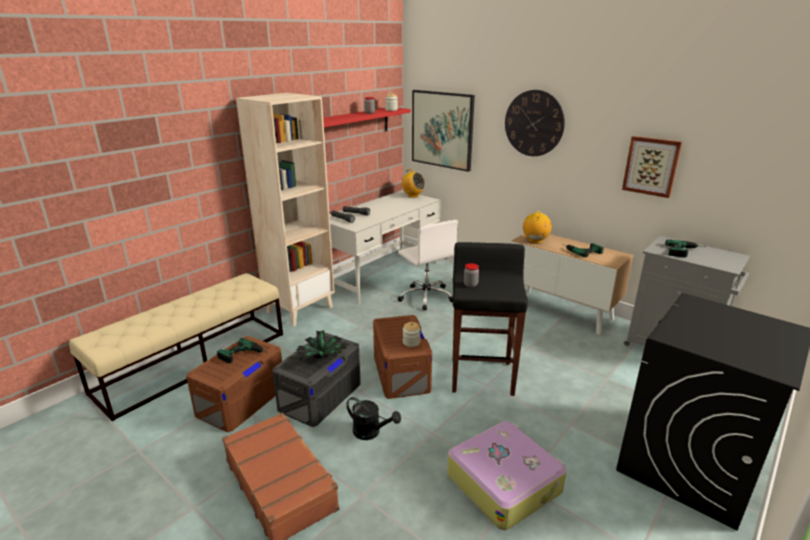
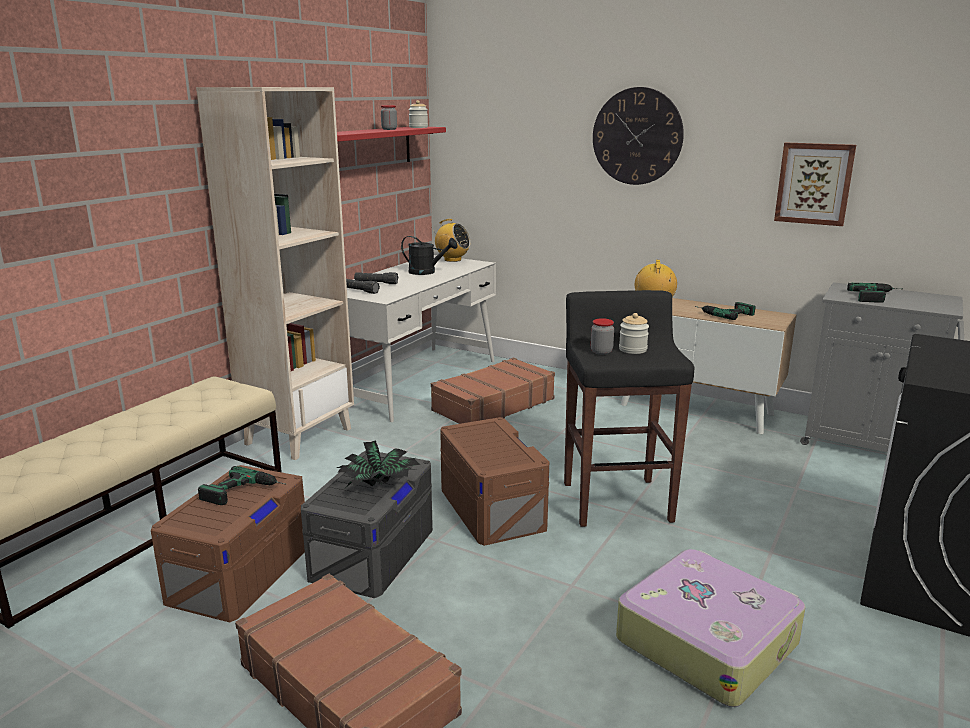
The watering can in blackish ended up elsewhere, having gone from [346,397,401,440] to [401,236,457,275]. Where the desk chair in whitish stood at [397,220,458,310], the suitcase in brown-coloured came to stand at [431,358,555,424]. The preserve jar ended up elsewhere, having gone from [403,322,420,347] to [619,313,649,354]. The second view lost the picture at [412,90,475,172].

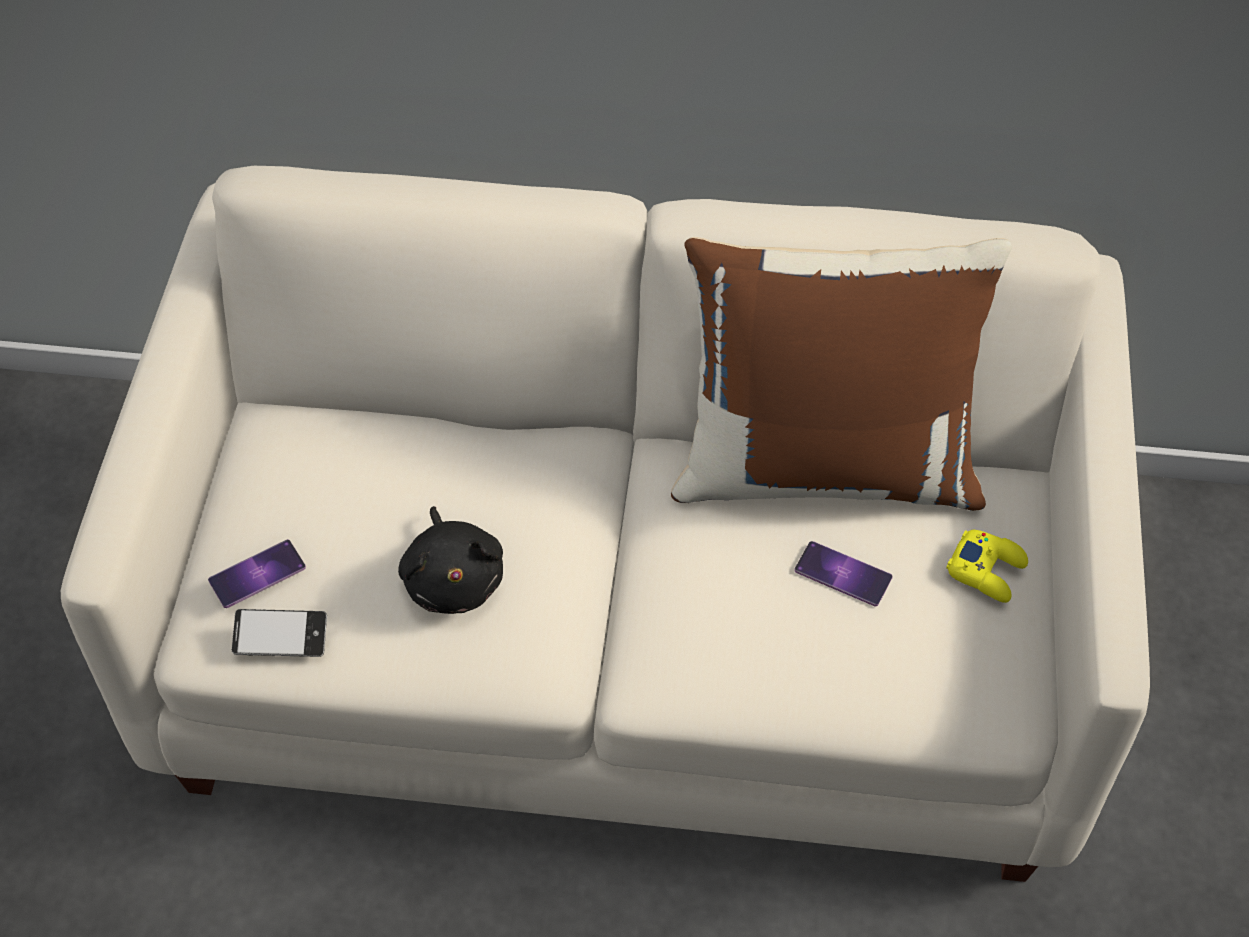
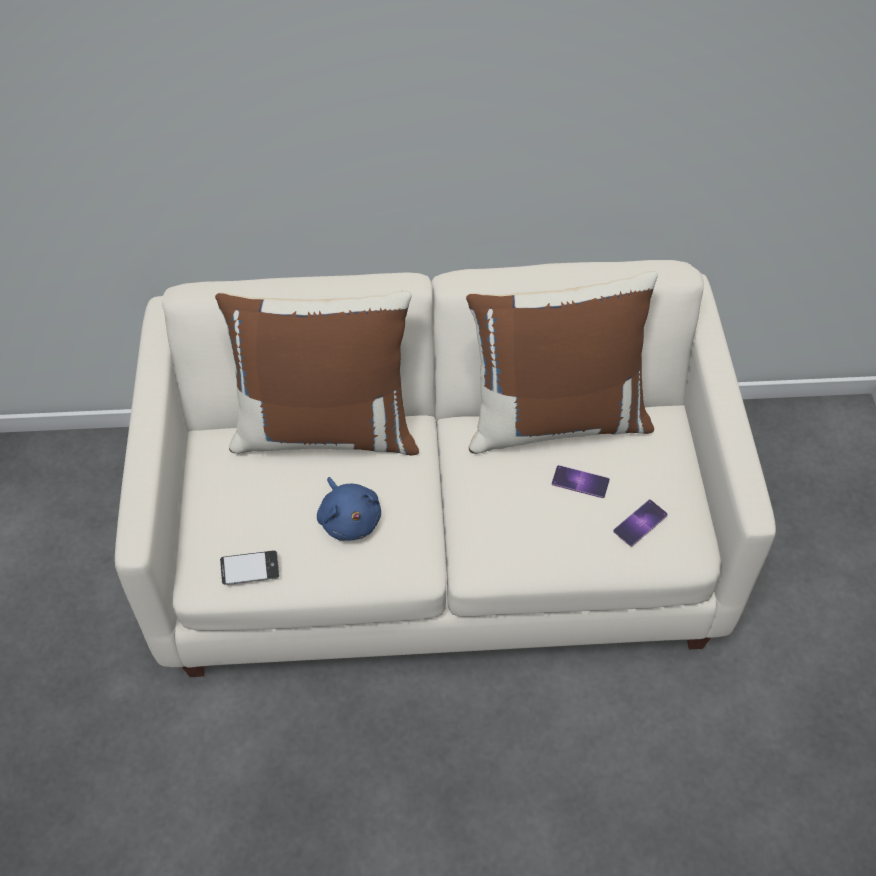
The second view gained the throw pillow in brown-coloured at [215,291,419,456]. What was the cuddly toy in blackish at [398,506,503,614] turned into the cuddly toy in blue at [317,477,381,541]. The phone ended up elsewhere, having gone from [208,539,306,608] to [613,499,668,547]. The second view lost the game controller in yellowish at [946,530,1028,603].

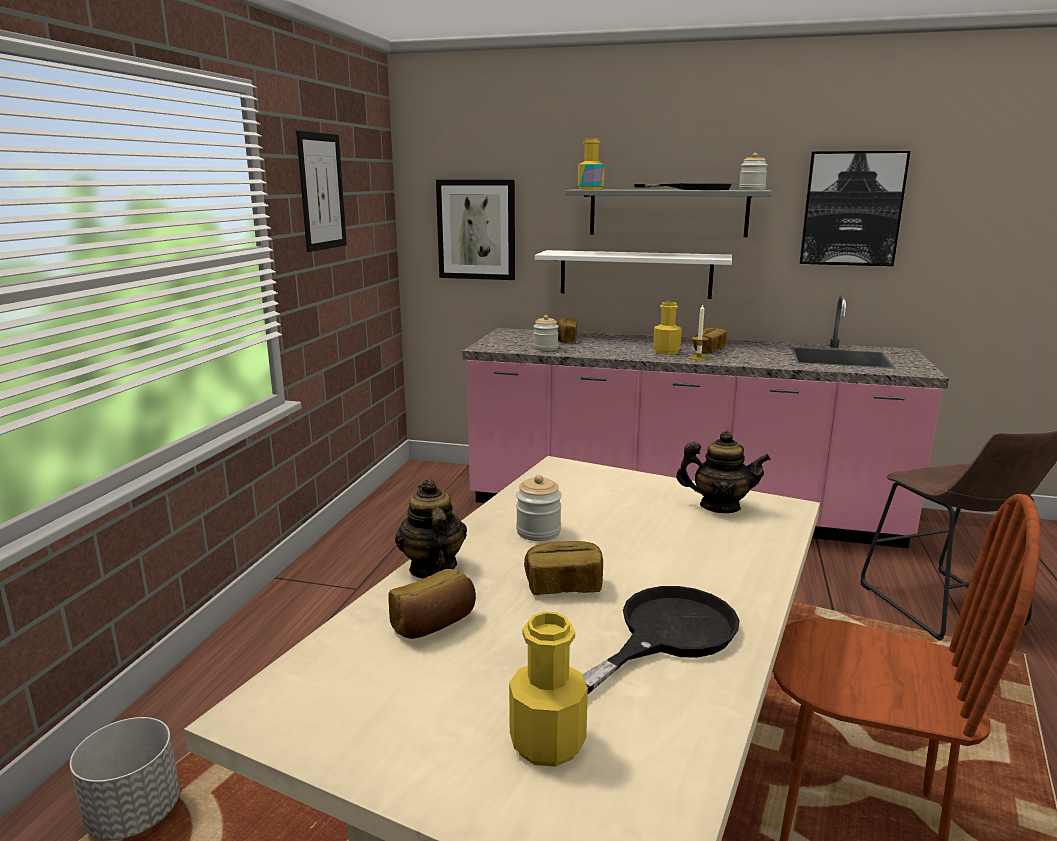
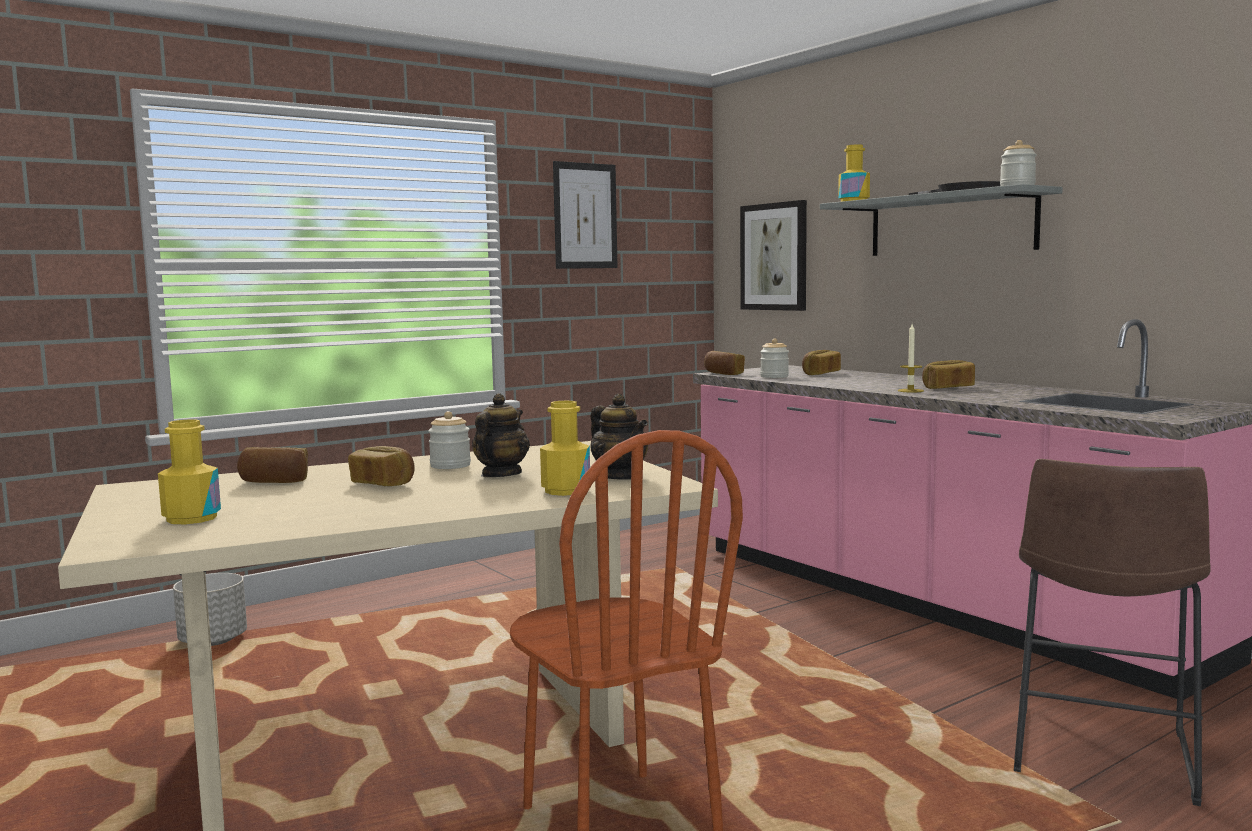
The pot for tea ended up elsewhere, having gone from [395,479,467,579] to [472,393,530,477]. The drink bottle in yellowish ended up elsewhere, having gone from [653,302,682,354] to [540,401,590,496]. The second view gained the bakery bread at [704,351,745,375]. The second view lost the bracket shelf in whitish at [535,250,732,299]. The second view lost the pan in blackish at [582,586,740,694]. The second view lost the picture at [800,151,910,266].

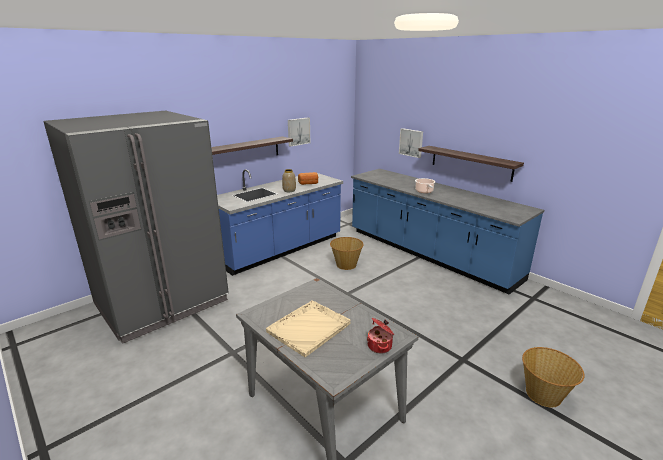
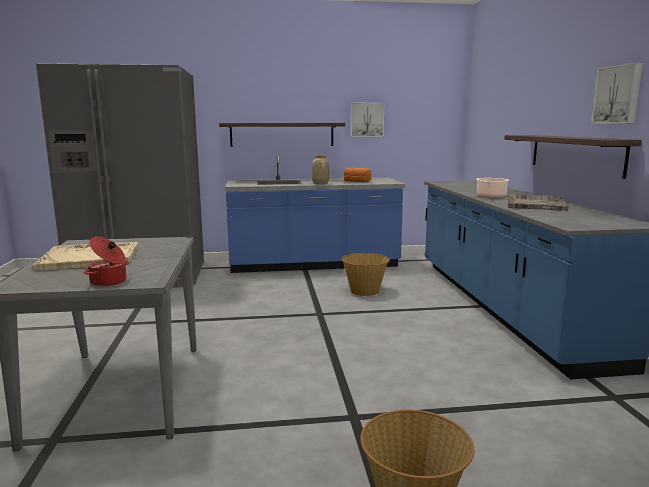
The second view gained the tray in greyish at [508,194,569,211]. The picture ended up elsewhere, having gone from [399,128,423,158] to [591,62,643,124].

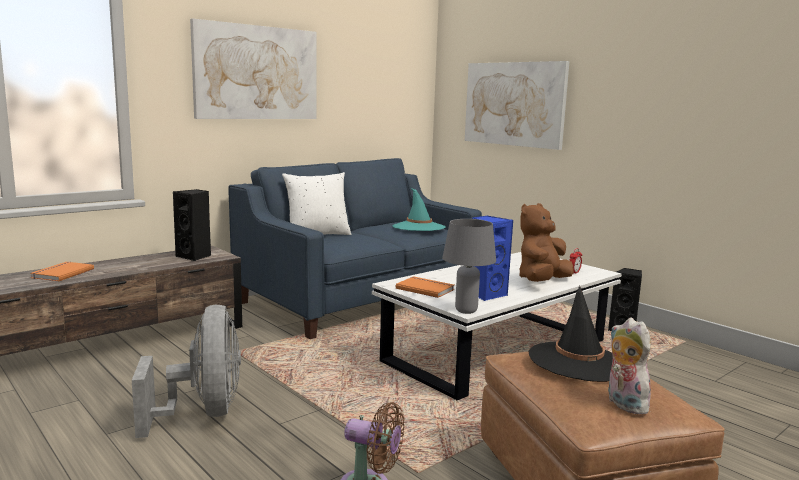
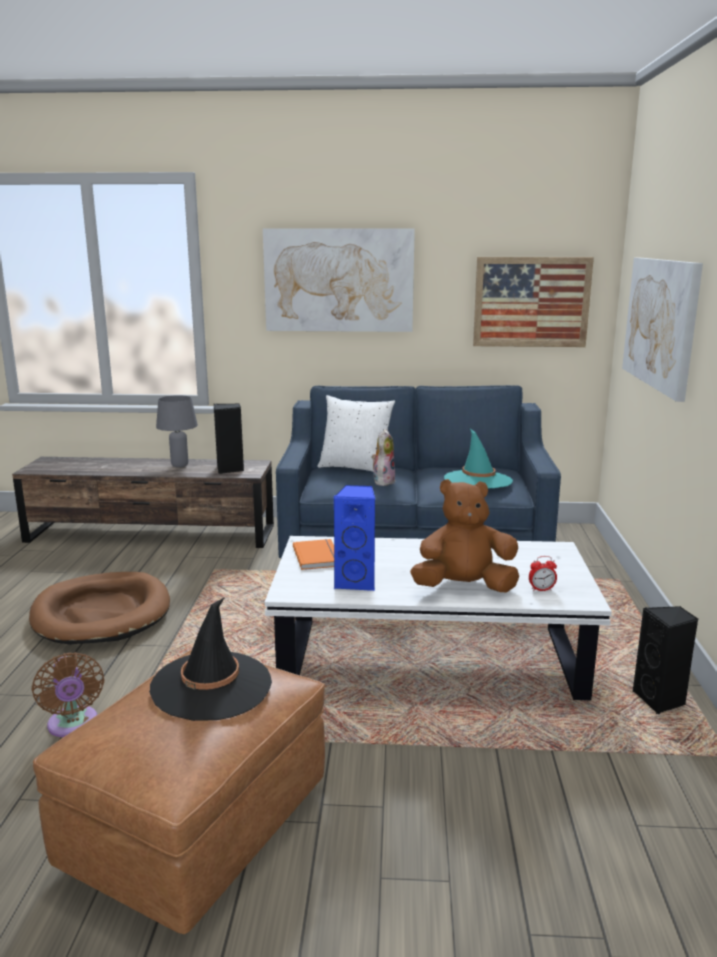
Where the electric fan in greyish stood at [132,305,241,438], the pet bed in brown-coloured came to stand at [29,572,170,645]. The lamp for a table in greyish ended up elsewhere, having gone from [442,219,496,314] to [156,395,198,467]. The cuddly toy ended up elsewhere, having gone from [608,317,651,414] to [371,429,395,486]. The second view gained the picture at [473,257,594,347]. The second view lost the volume in orangey at [30,262,94,281].

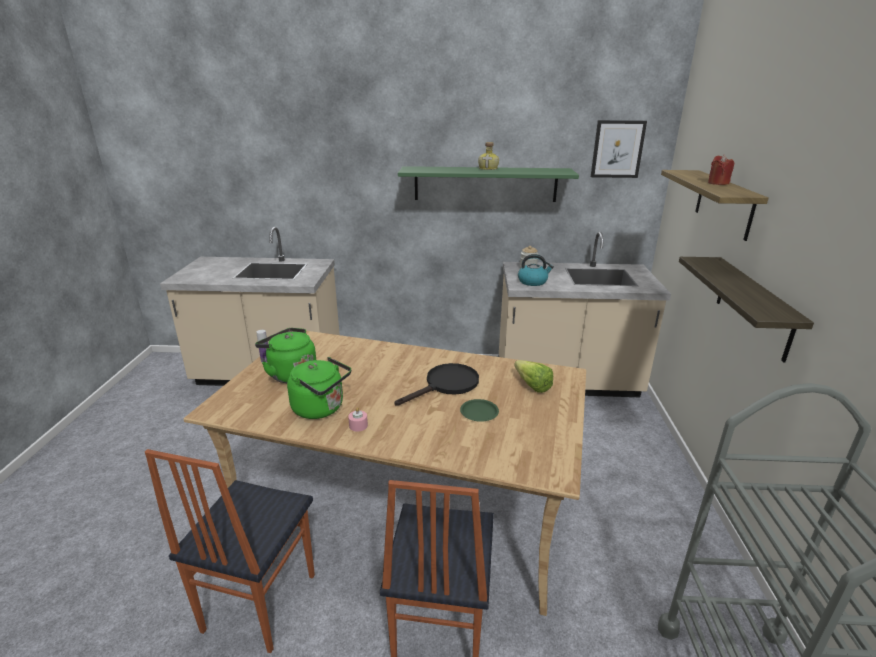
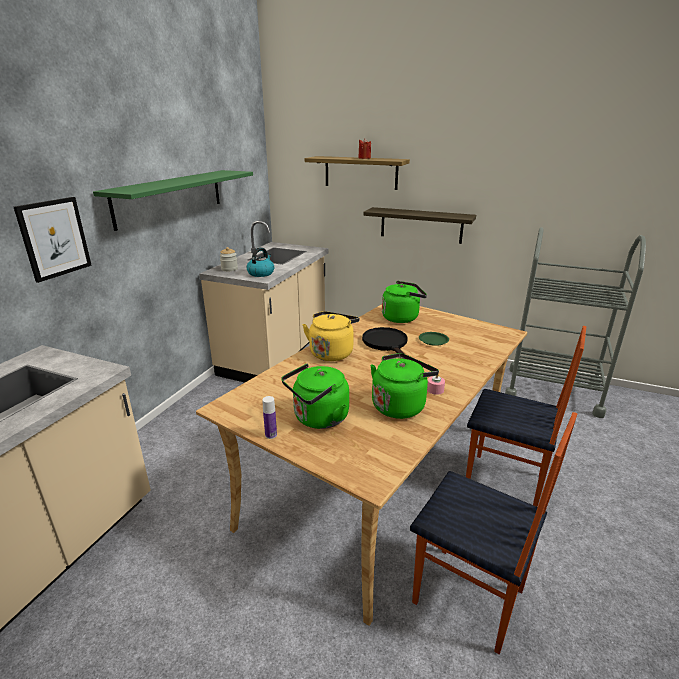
The picture ended up elsewhere, having gone from [591,120,647,178] to [14,197,92,283]. The second view gained the kettle in yellowish at [302,311,360,361]. Where the head of lettuce stood at [514,360,553,393], the kettle in greenish came to stand at [382,281,427,323]. The second view lost the drink bottle at [478,142,499,170].

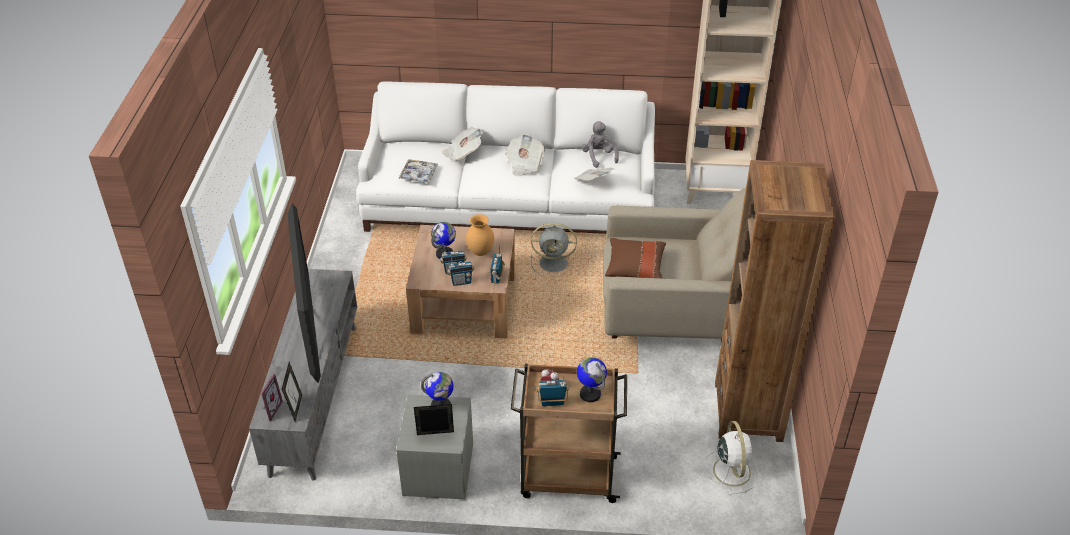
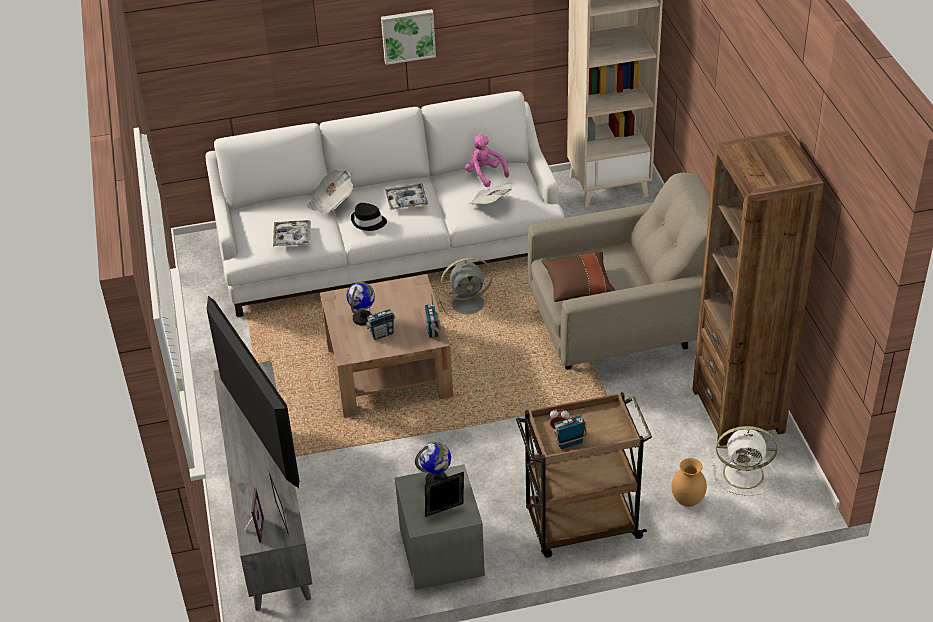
The second view gained the wearable hat in blackish at [351,203,387,231]. The second view gained the picture at [381,9,436,65]. Where the daily paper stood at [505,134,545,176], the tray came to stand at [385,183,428,210]. What was the cuddly toy in greyish at [582,121,619,168] turned into the cuddly toy in pink-coloured at [465,135,509,187]. The vase in brown-coloured ended up elsewhere, having gone from [466,214,494,256] to [672,458,707,507]. The electric fan in whitish at [703,421,759,495] ended up facing another way, 120 degrees clockwise from before. The second view lost the radio set at [447,255,474,286]. The second view lost the world globe at [577,357,607,402].

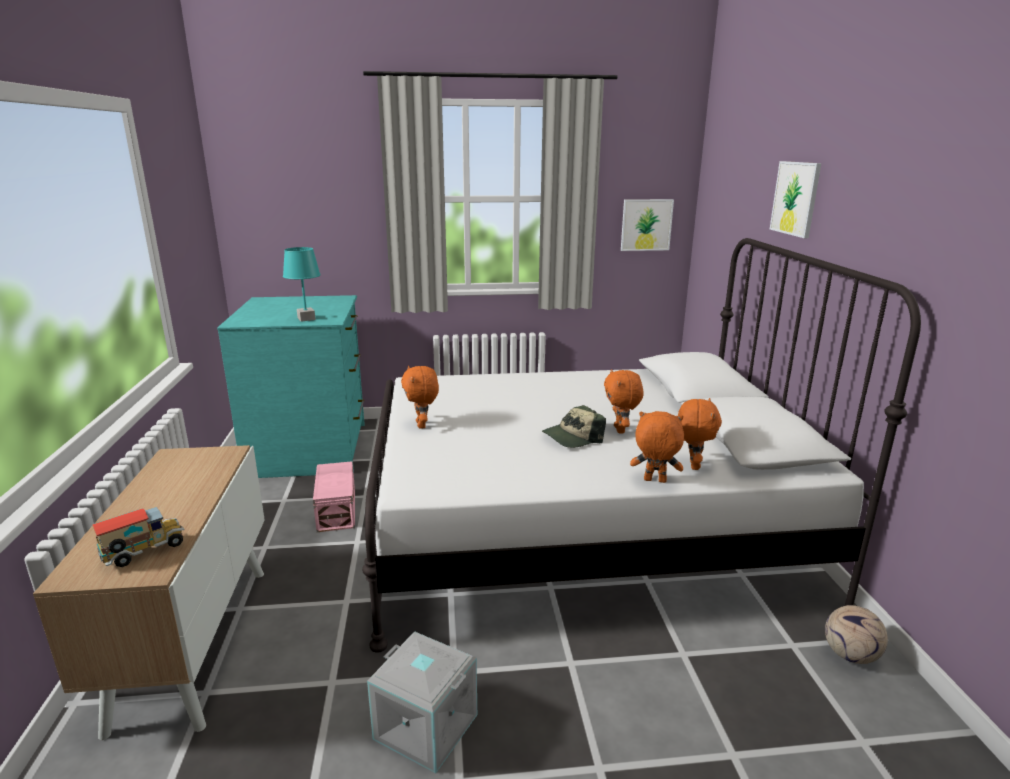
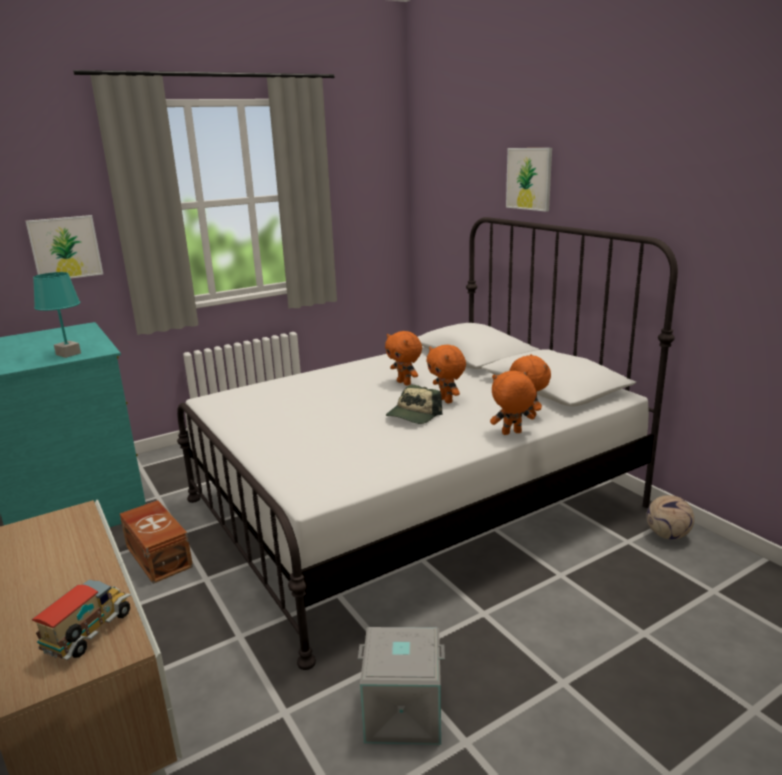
The picture ended up elsewhere, having gone from [621,199,674,251] to [25,215,103,279]. What was the storage container in pink-coloured at [313,461,355,532] turned into the storage container in brown-coloured at [120,500,193,584]. The cuddly toy in orangey ended up elsewhere, having gone from [401,366,439,429] to [385,331,422,386].

